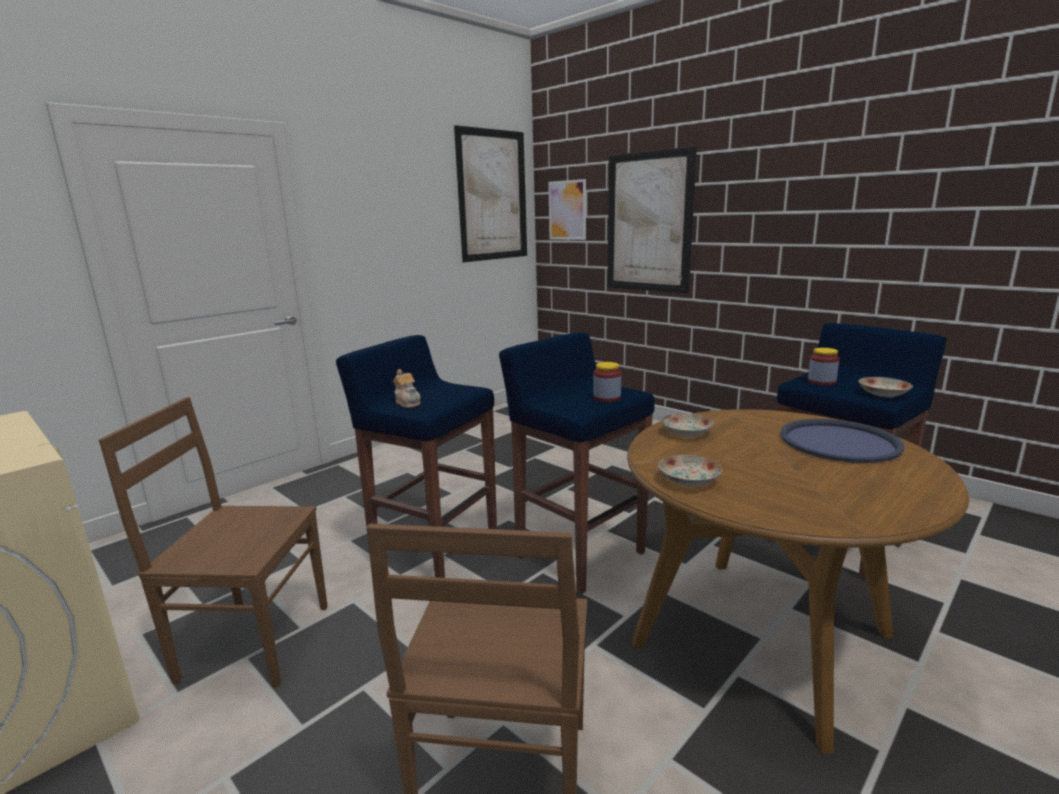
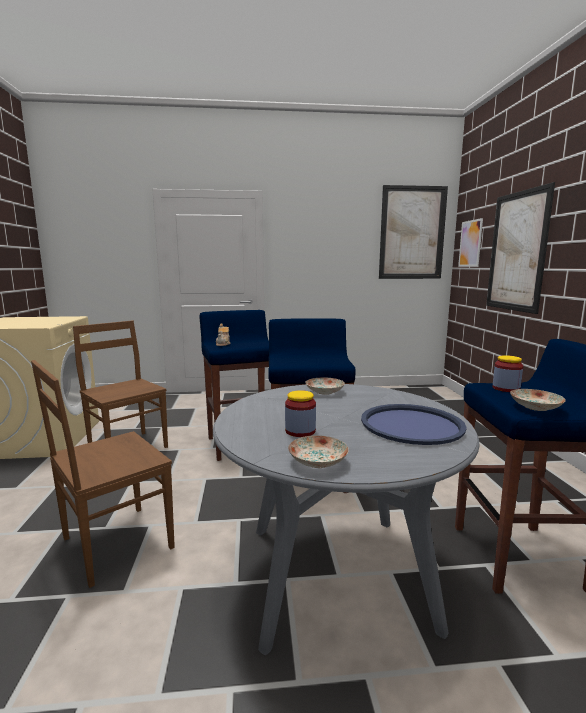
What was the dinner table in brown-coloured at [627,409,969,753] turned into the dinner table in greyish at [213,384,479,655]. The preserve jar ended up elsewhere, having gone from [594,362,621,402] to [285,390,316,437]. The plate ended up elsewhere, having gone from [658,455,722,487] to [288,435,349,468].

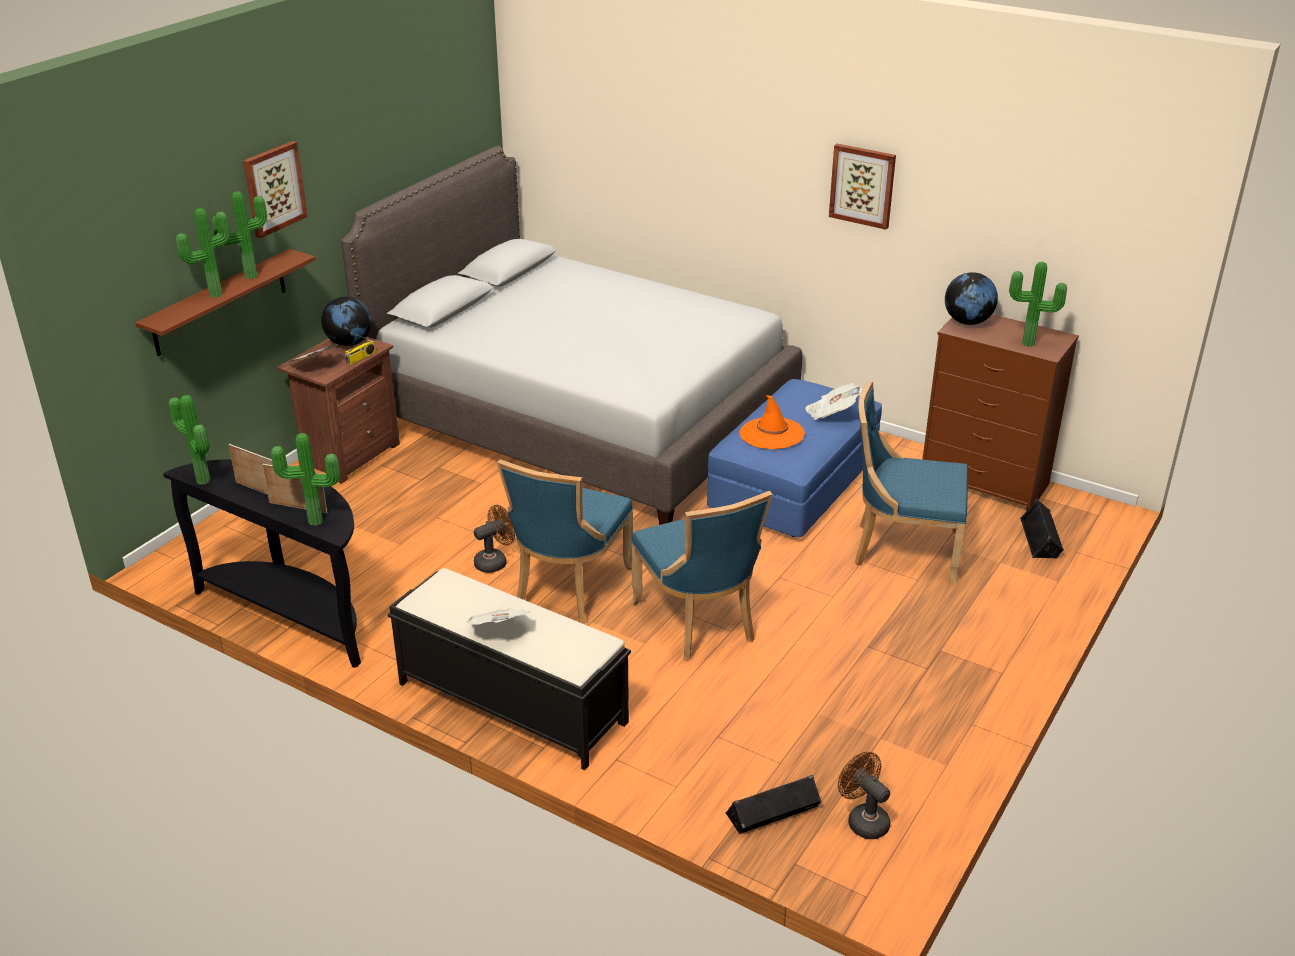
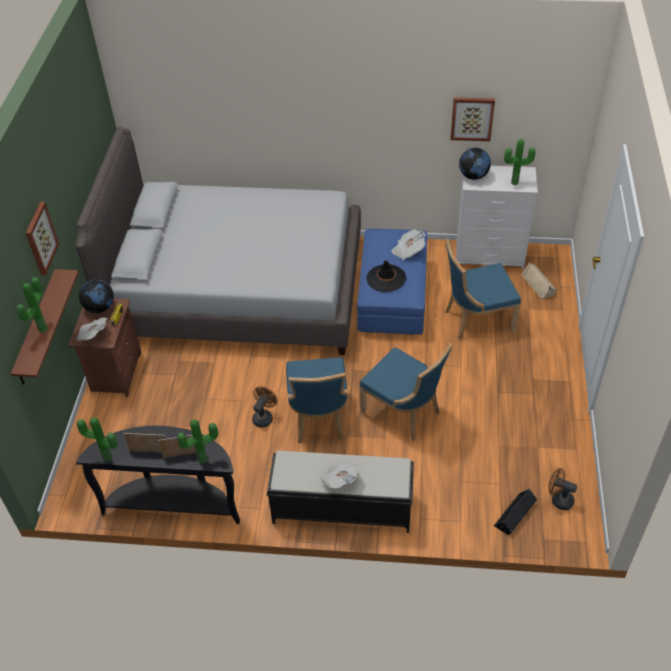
What was the wearable hat in orangey at [740,395,805,449] turned into the wearable hat in blackish at [366,260,406,292]. The picture ended up elsewhere, having gone from [829,144,896,230] to [451,97,495,141]. What was the dresser in brown-coloured at [922,314,1079,511] turned into the dresser in whitish at [456,166,538,270]. What was the audio speaker in blackish at [1020,498,1064,558] turned into the audio speaker in beige at [521,262,557,300]. The second view lost the potted plant at [212,191,267,279].

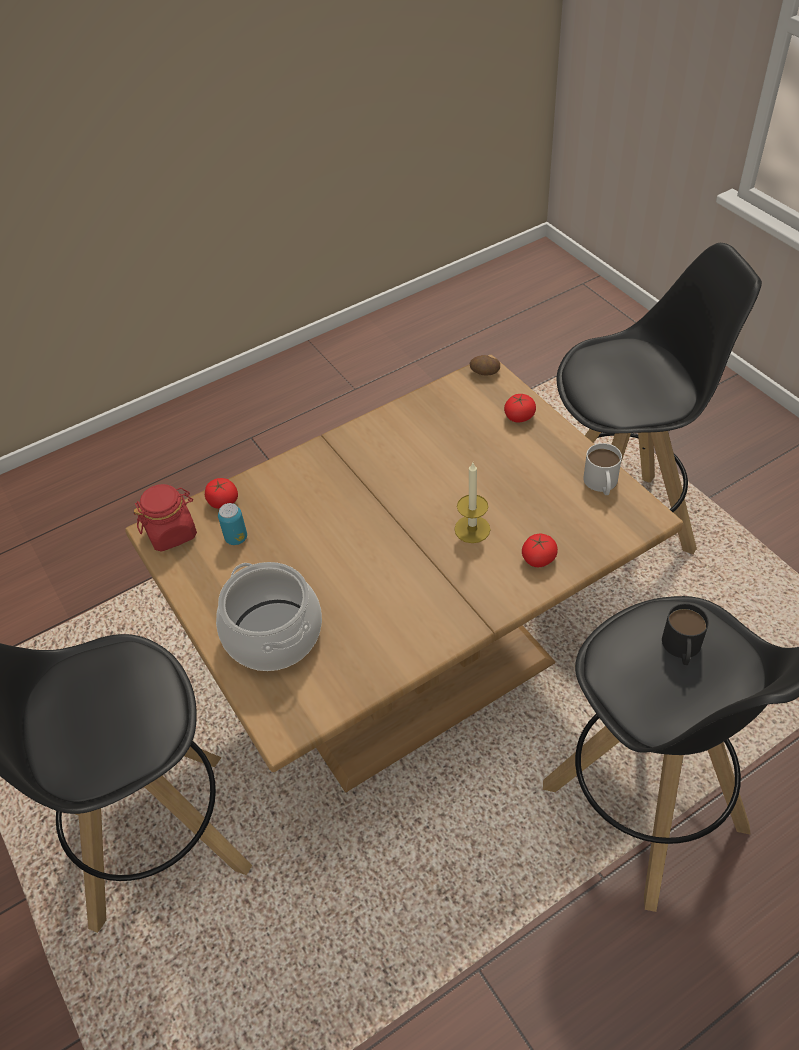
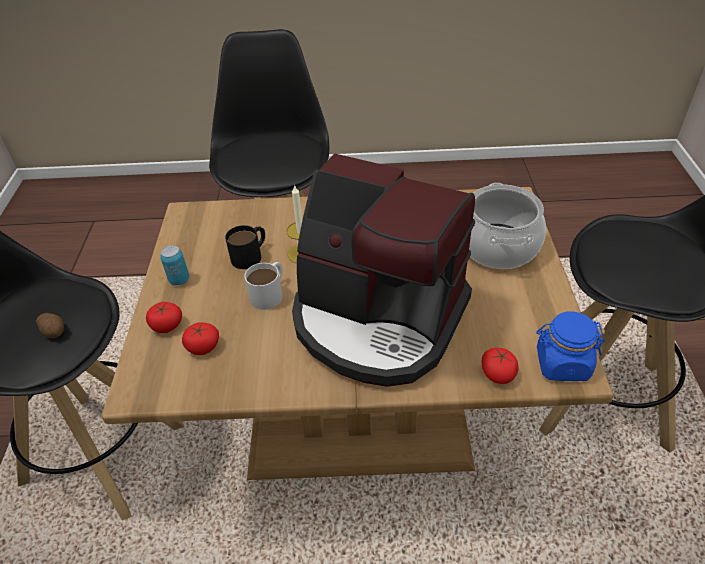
The whole potato ended up elsewhere, having gone from [470,355,500,375] to [36,313,64,338]. The can ended up elsewhere, having gone from [218,503,247,545] to [160,245,189,285]. The whole tomato ended up elsewhere, having gone from [522,534,558,568] to [182,322,219,355]. The mug in blackish ended up elsewhere, having gone from [662,603,709,665] to [225,225,265,269]. The mug in whitish ended up elsewhere, having gone from [583,443,622,495] to [245,262,283,310]. The second view gained the coffee machine at [292,154,475,387]. What was the preserve jar in red at [134,484,197,552] turned into the preserve jar in blue at [536,311,605,381].

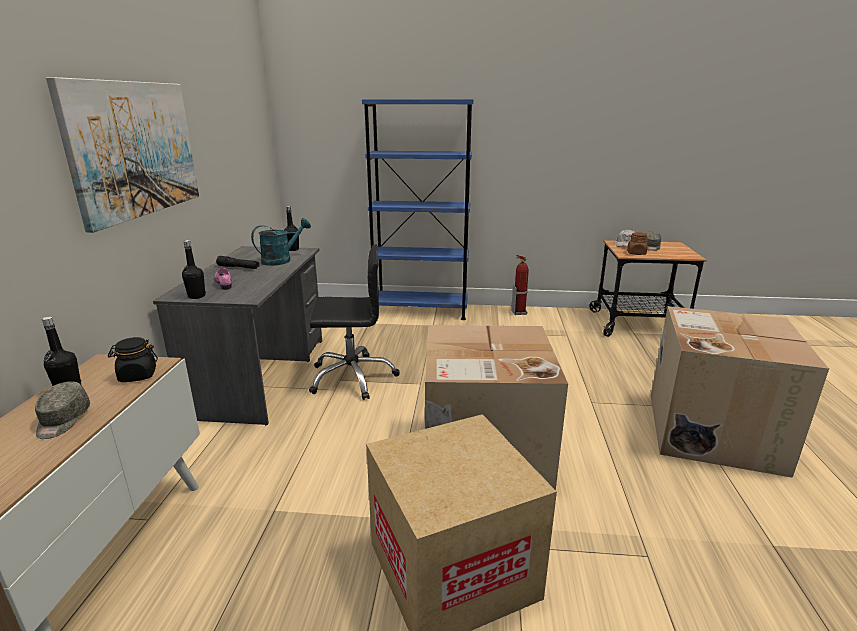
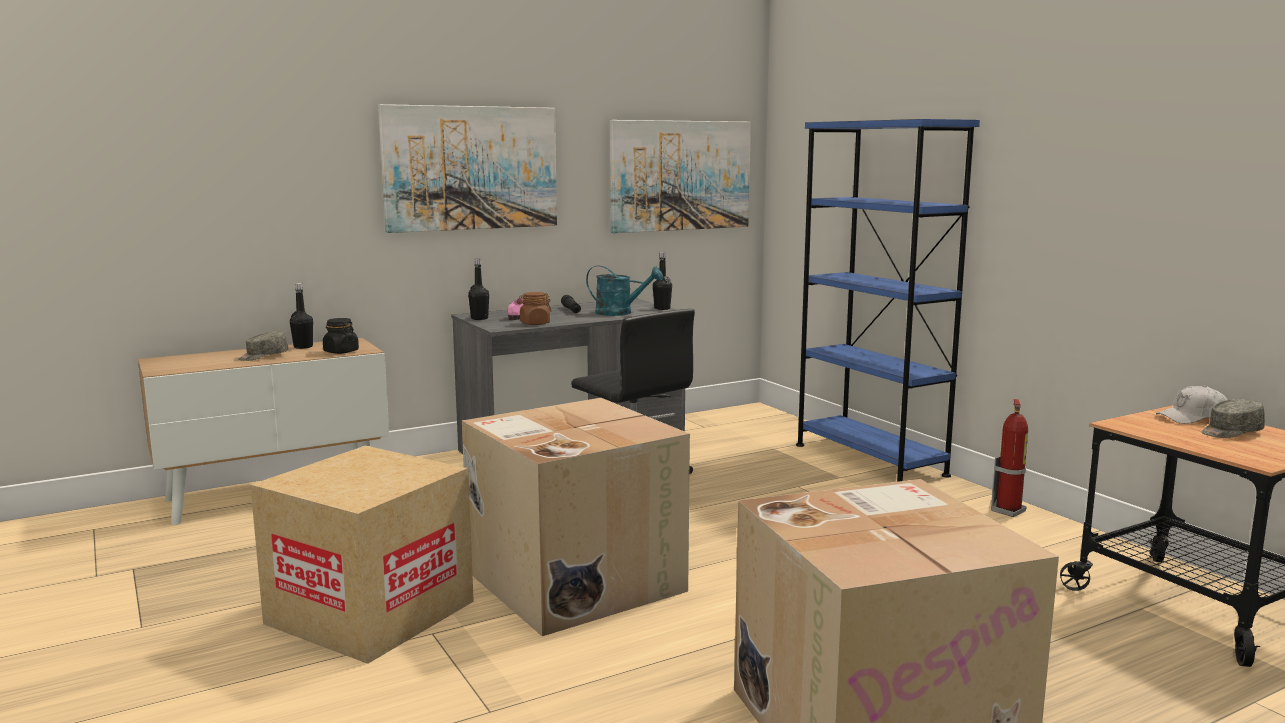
The preserve jar in brown-coloured ended up elsewhere, having gone from [627,232,648,255] to [517,292,552,325]. The second view gained the picture at [610,120,751,233].

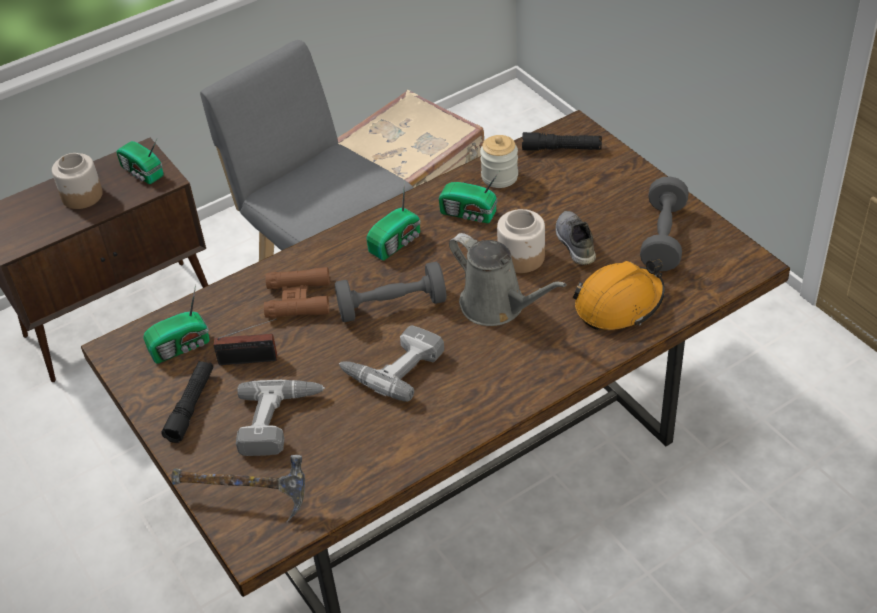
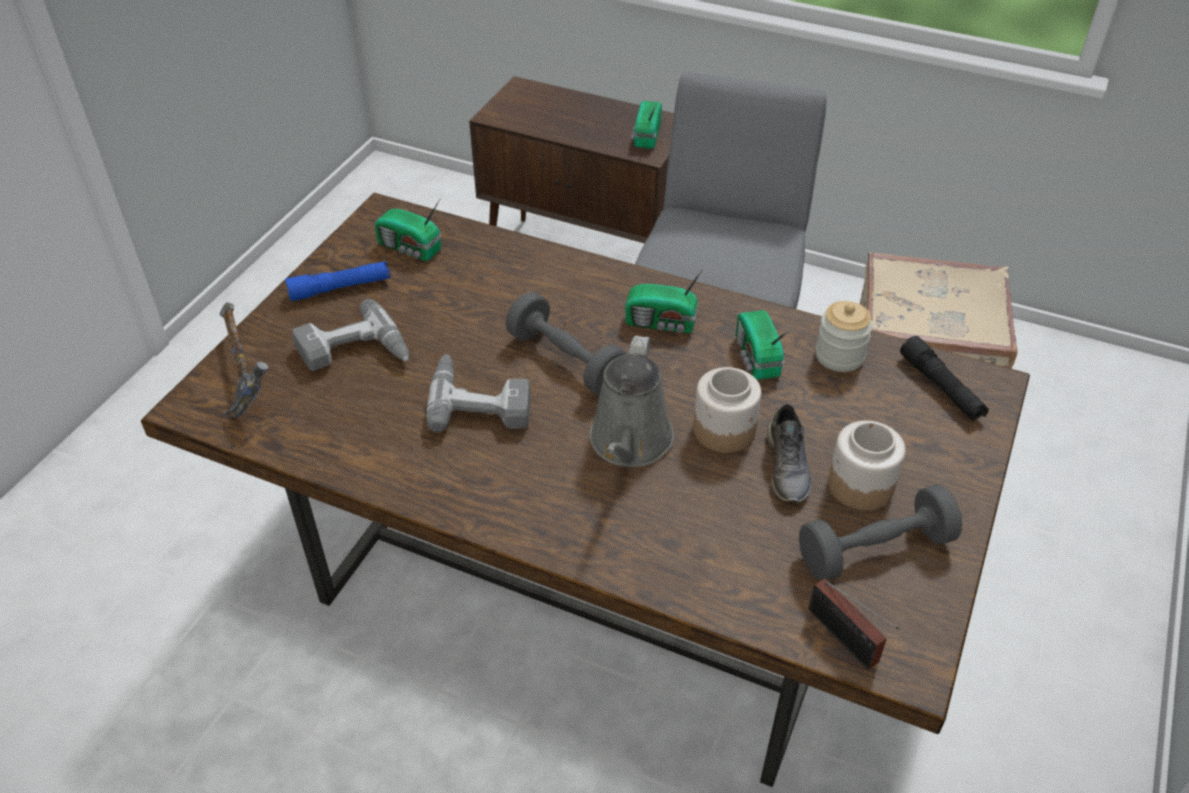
What was the hand torch in blackish at [161,361,213,443] turned into the hand torch in blue at [285,261,391,301]. The shoe in greyish at [555,211,596,265] ended up facing another way, 135 degrees clockwise from before. The radio set ended up elsewhere, having gone from [214,319,277,365] to [809,578,899,670]. The preserve jar ended up elsewhere, having gone from [52,153,103,209] to [828,421,906,511]. The second view lost the pair of binoculars in brown-coloured at [264,267,330,318]. The second view lost the work helmet in orangey at [573,259,665,330].

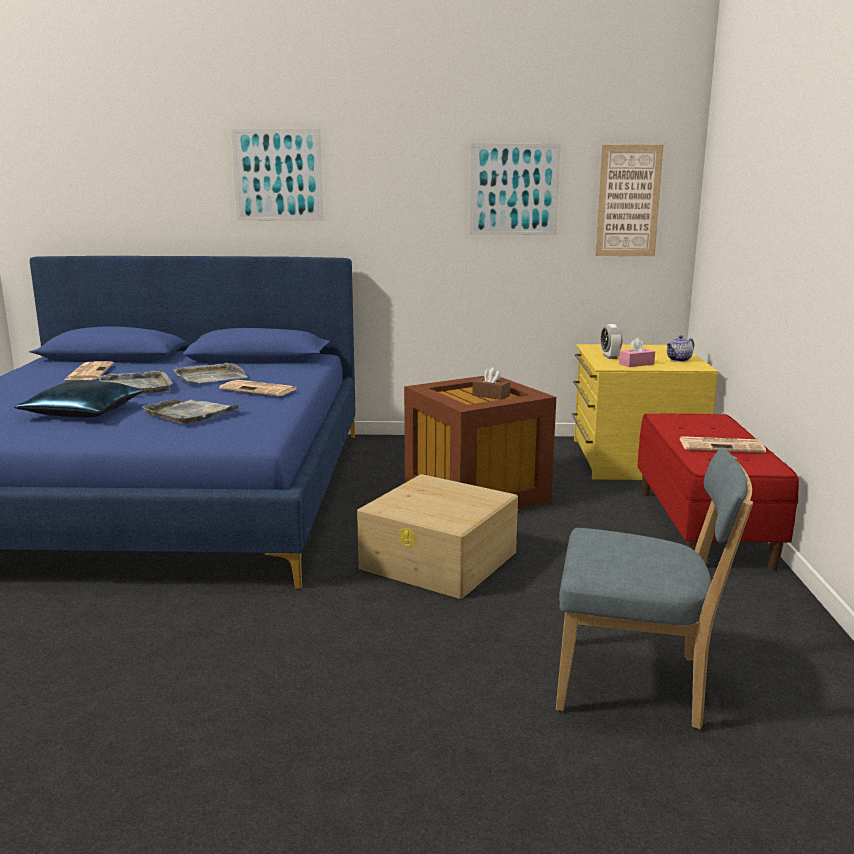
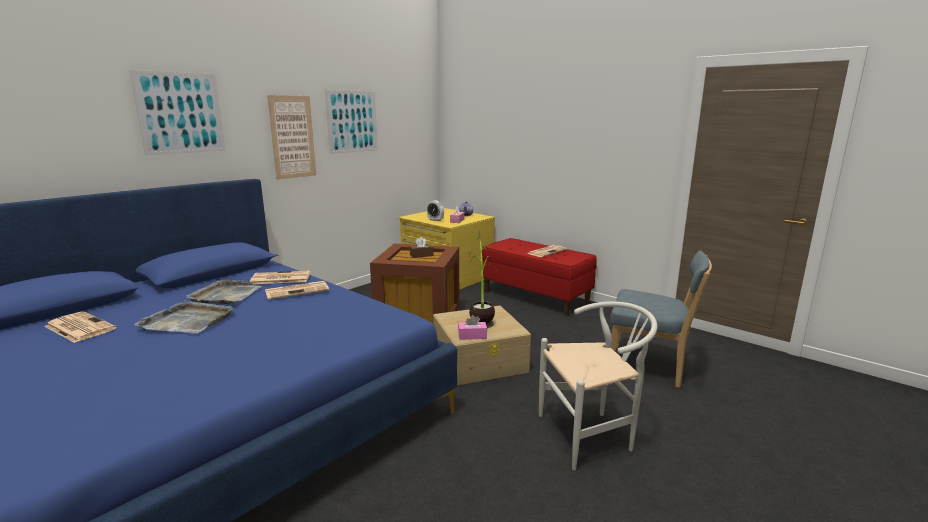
The second view gained the daily paper at [250,270,310,284]. The picture ended up elsewhere, having gone from [595,145,664,256] to [267,95,316,180]. The second view gained the tissue box in pink-coloured at [458,315,487,340]. The second view gained the potted plant at [469,230,495,328]. The second view gained the plain chair in whitish at [539,301,657,471]. The plain chair in blue at [556,448,753,729] ended up facing another way, 60 degrees clockwise from before. The second view lost the throw pillow in blue at [14,380,144,417]. The second view lost the tray in greyish at [142,399,242,424].

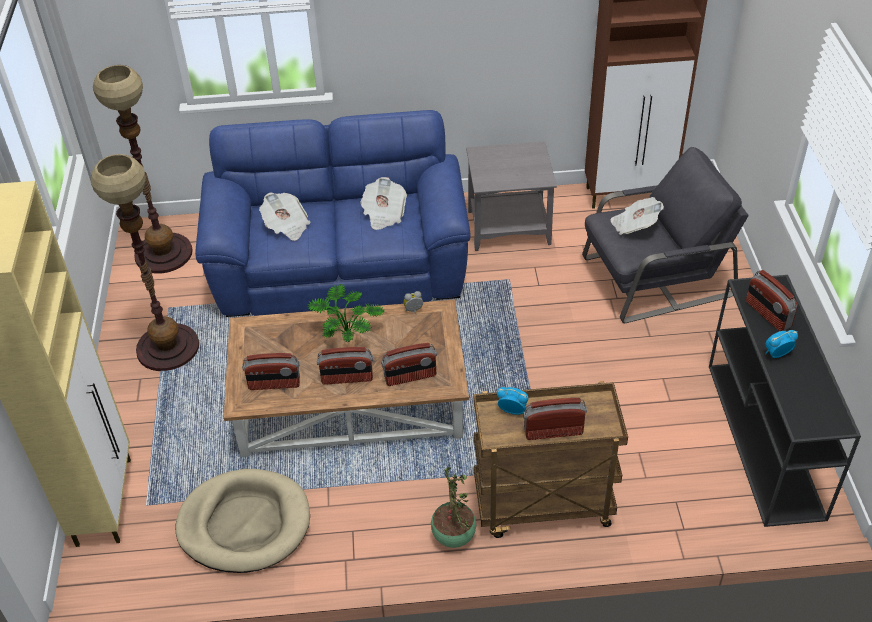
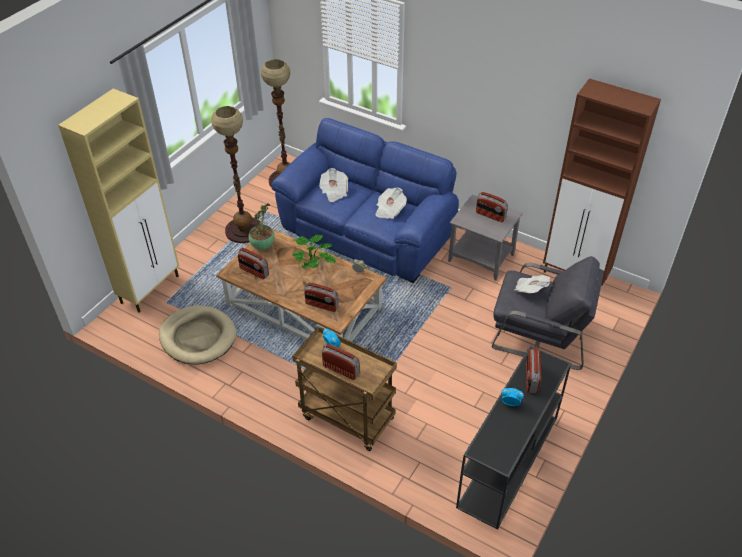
The potted plant ended up elsewhere, having gone from [431,467,476,548] to [249,203,274,250]. The radio set ended up elsewhere, having gone from [317,347,373,385] to [476,192,508,222].

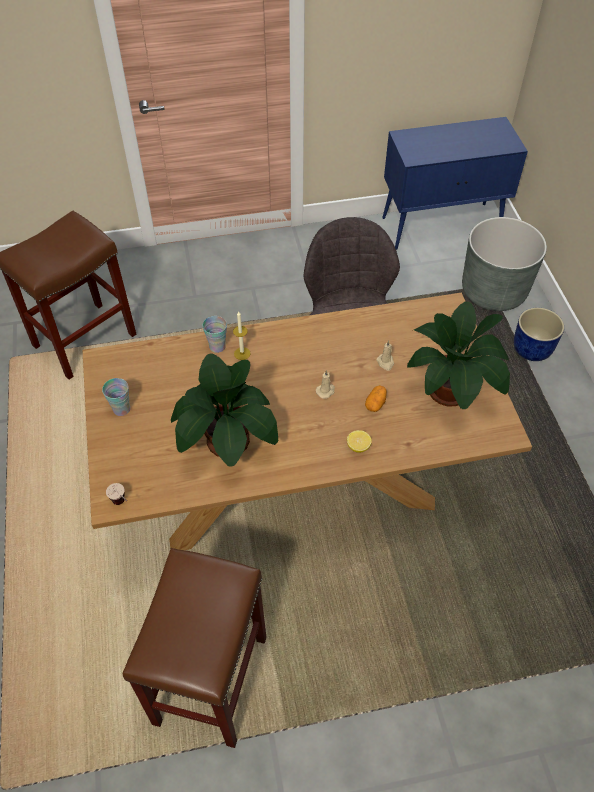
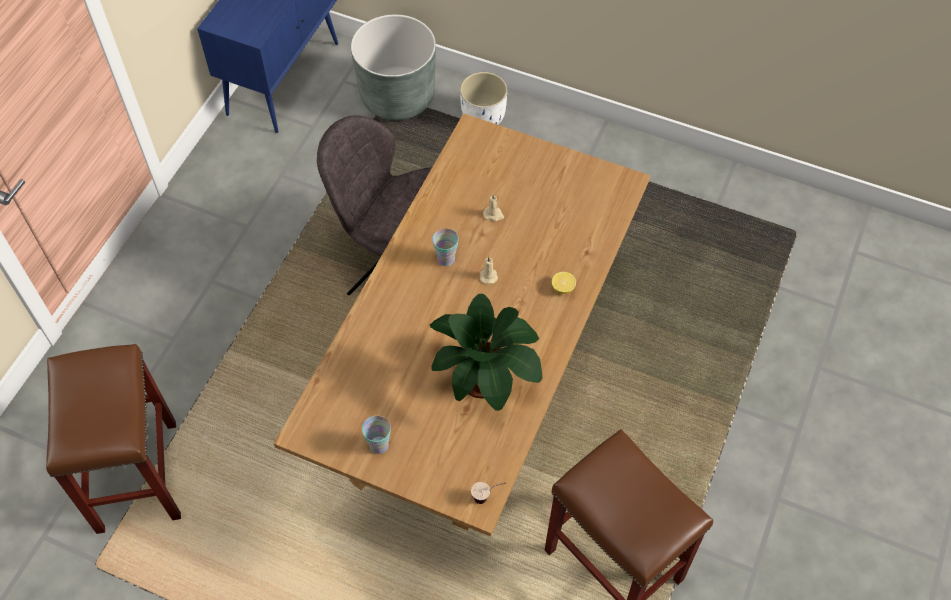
The drinking cup ended up elsewhere, having gone from [203,316,227,353] to [432,228,458,266]. What was the plant pot in blue at [514,308,564,361] turned into the plant pot in whitish at [460,72,508,125]. The second view lost the candle at [233,311,251,360]. The second view lost the whole potato at [365,385,387,412]. The second view lost the potted plant at [407,301,510,409].

